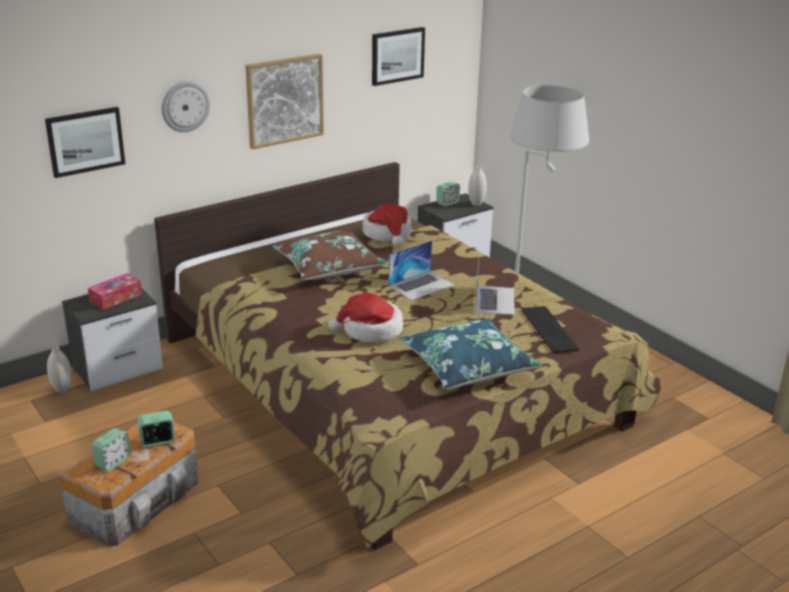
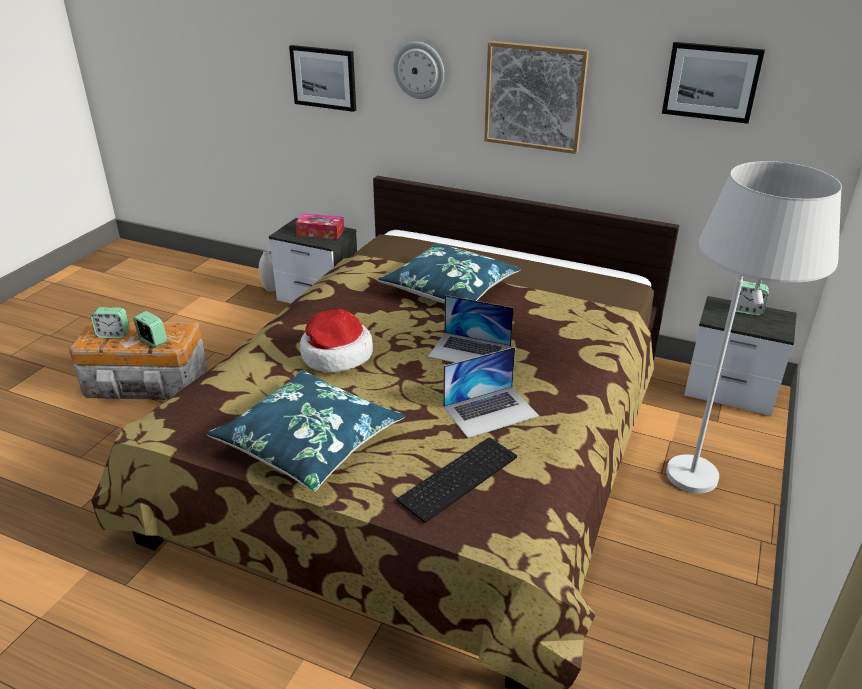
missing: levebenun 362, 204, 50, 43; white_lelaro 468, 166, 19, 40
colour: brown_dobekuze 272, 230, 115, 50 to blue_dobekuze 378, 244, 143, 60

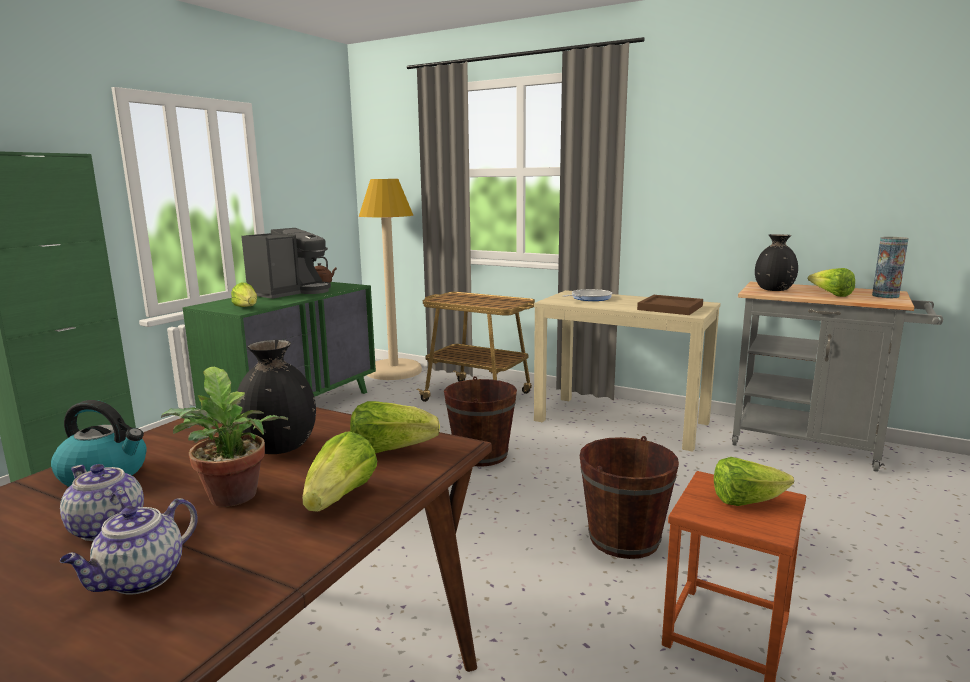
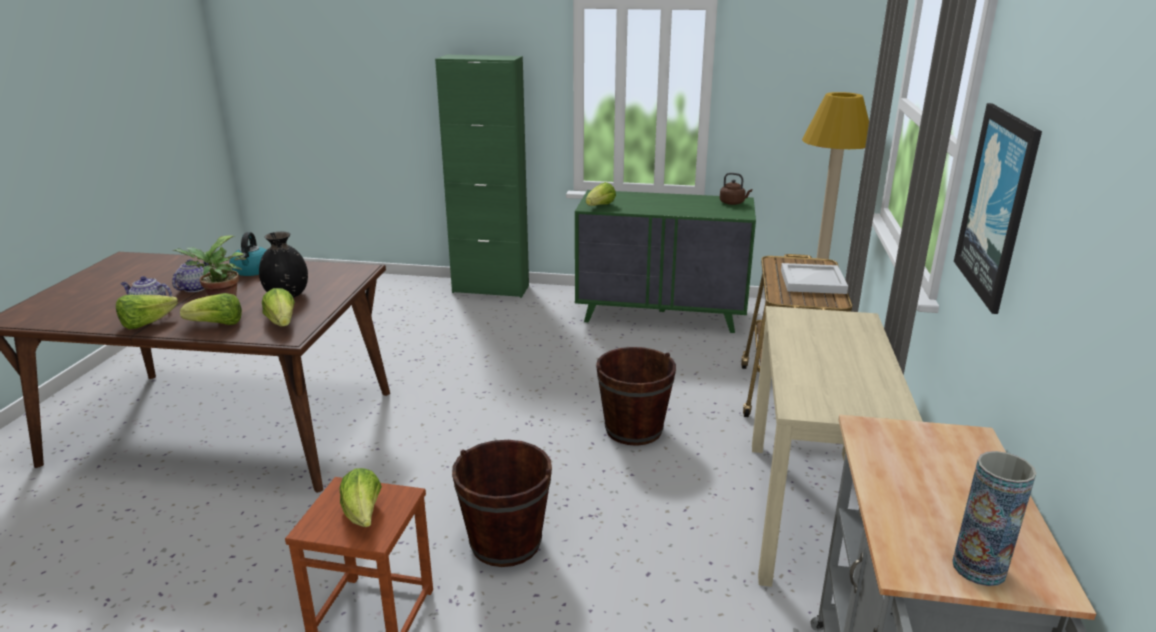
missing: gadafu 241, 228, 90, 71; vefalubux 563, 289, 49, 12; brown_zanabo 637, 295, 66, 20; black_lelaro 755, 234, 43, 57
appeared: white_zanabo 781, 263, 67, 31; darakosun 954, 103, 88, 211
relocated: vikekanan 808, 268, 47, 29 to 116, 295, 62, 34

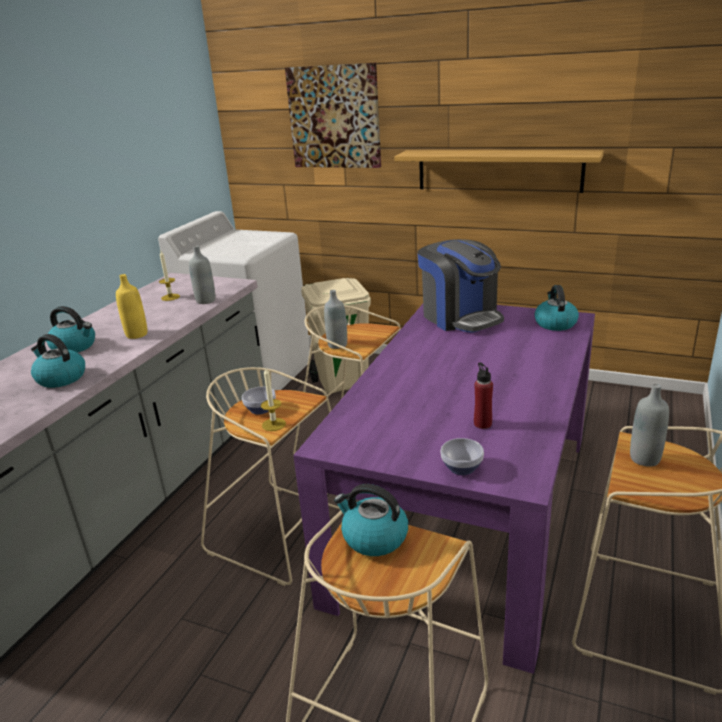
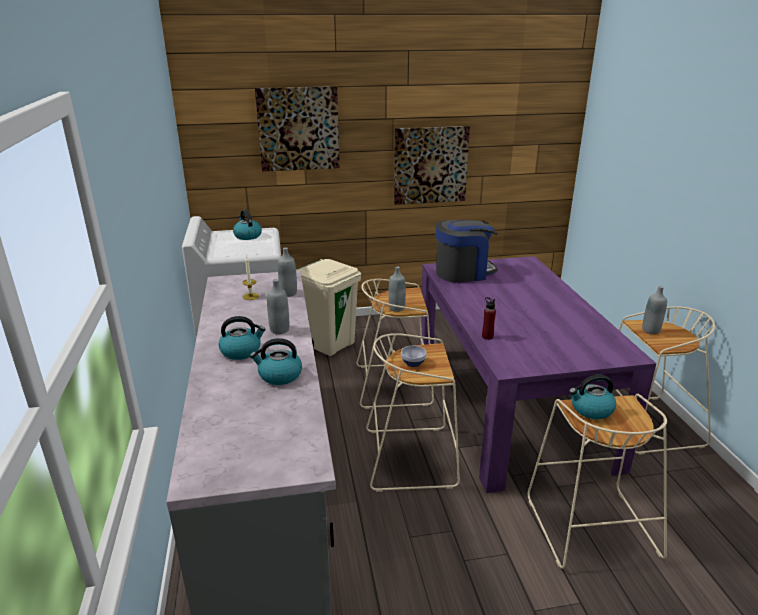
missing: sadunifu 261, 368, 25, 63; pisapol 441, 438, 43, 37
relocated: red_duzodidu 474, 362, 19, 67 to 482, 297, 14, 43; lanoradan 535, 285, 44, 46 to 233, 210, 29, 30
exchanged: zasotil 394, 150, 210, 43 to darakosun 394, 126, 76, 79
colour: yellow_duzodidu 116, 274, 31, 65 to grey_duzodidu 267, 279, 22, 55
spun: gadafu 417, 239, 87, 94 = 436, 220, 62, 63 45 degrees counterclockwise

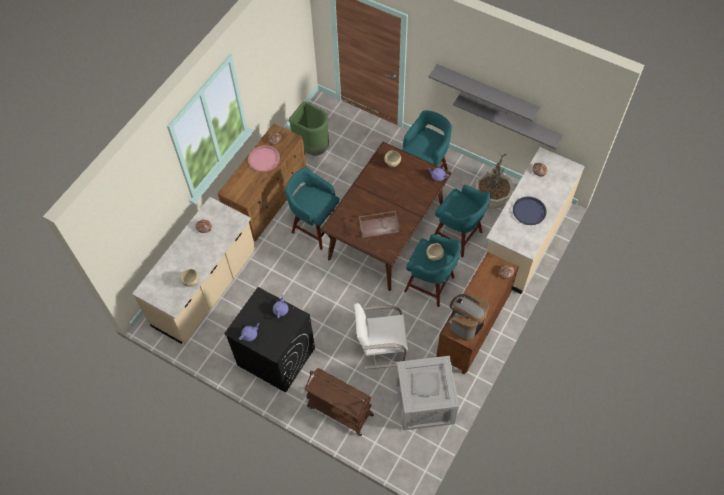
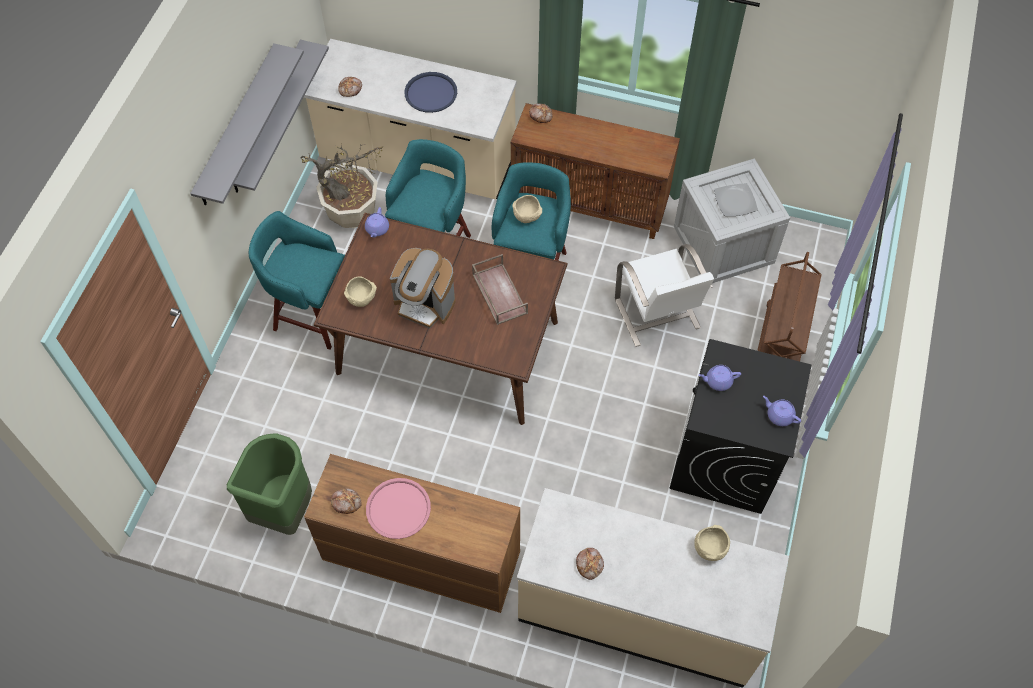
missing: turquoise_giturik 285, 167, 55, 83
relocated: gadafu 448, 294, 41, 47 to 390, 248, 65, 80

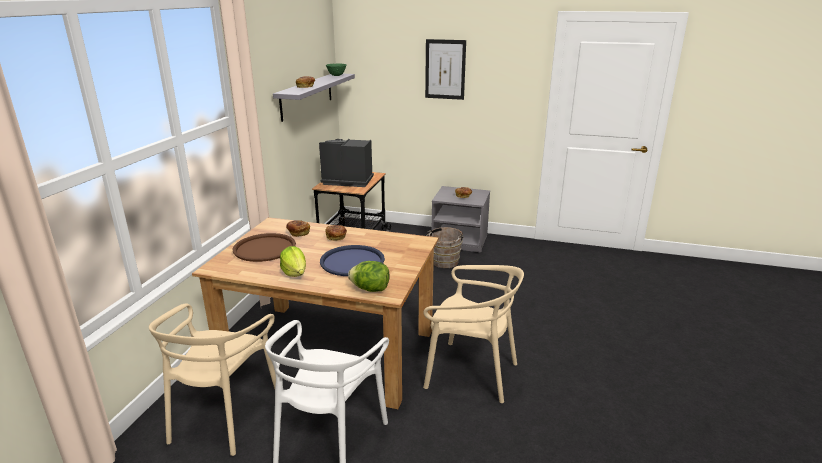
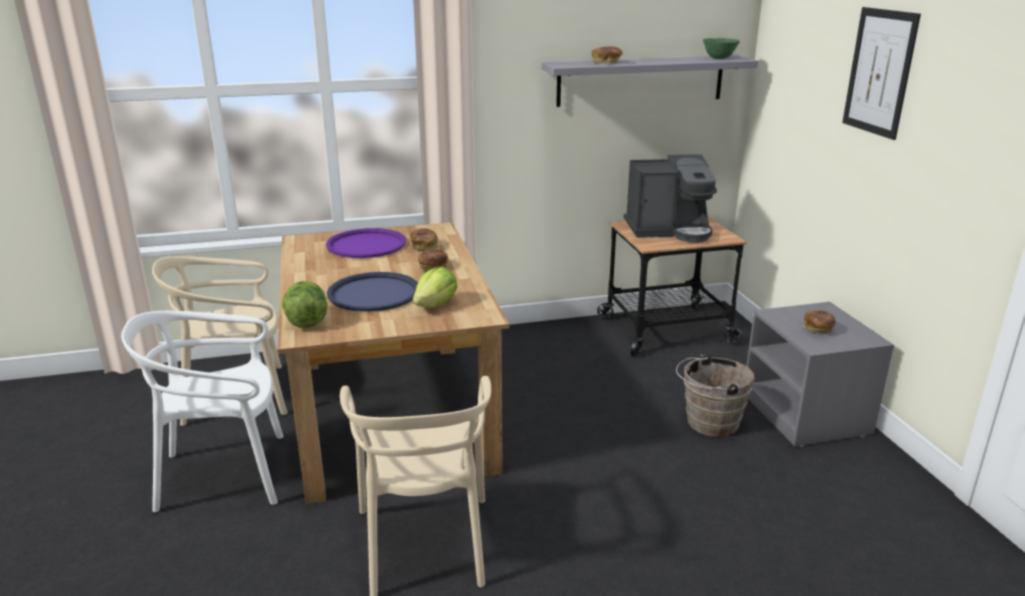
relocated: vikekanan 280, 246, 26, 31 to 413, 267, 44, 41
colour: brown_zanabo 233, 233, 63, 29 to purple_zanabo 326, 228, 80, 30
spun: gadafu 319, 139, 55, 48 = 624, 154, 93, 89 105 degrees clockwise

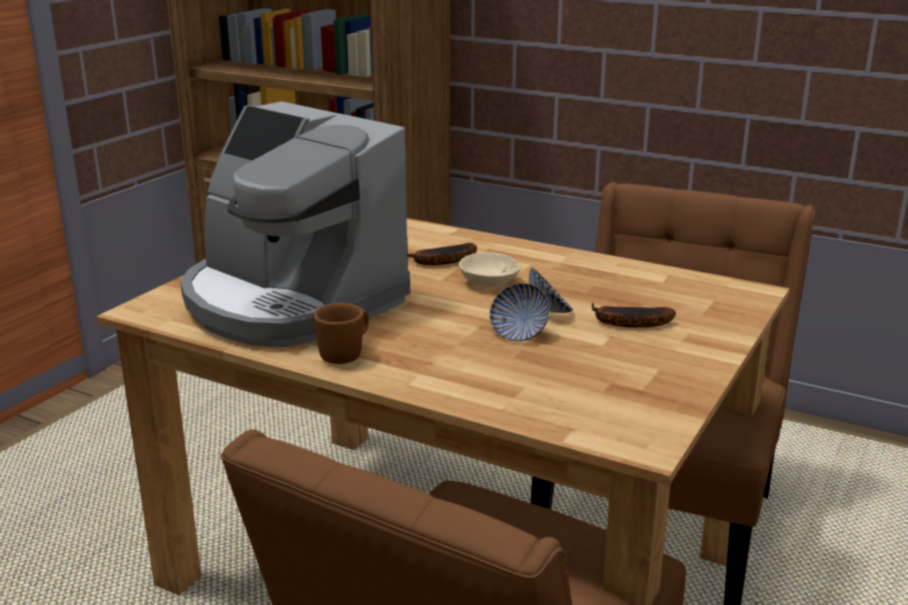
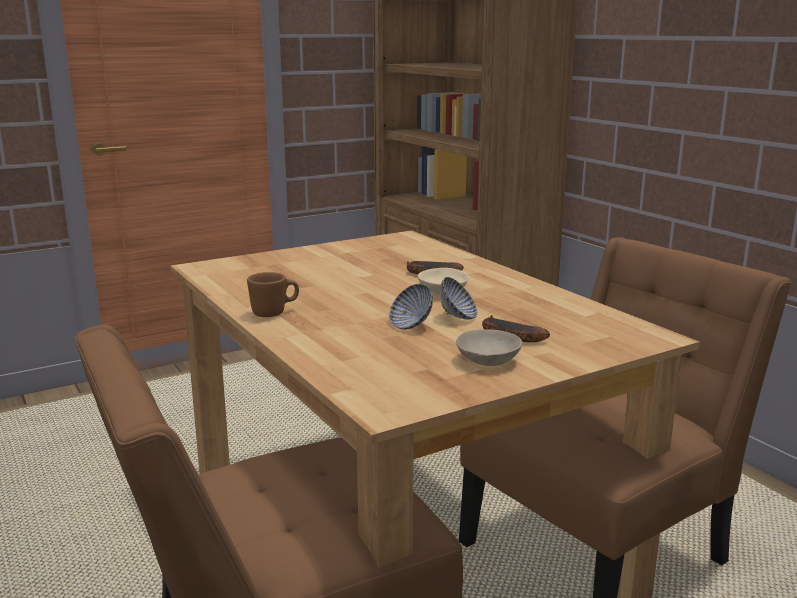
missing: gadafu 180, 101, 230, 246
appeared: beige_pisapol 456, 329, 66, 37

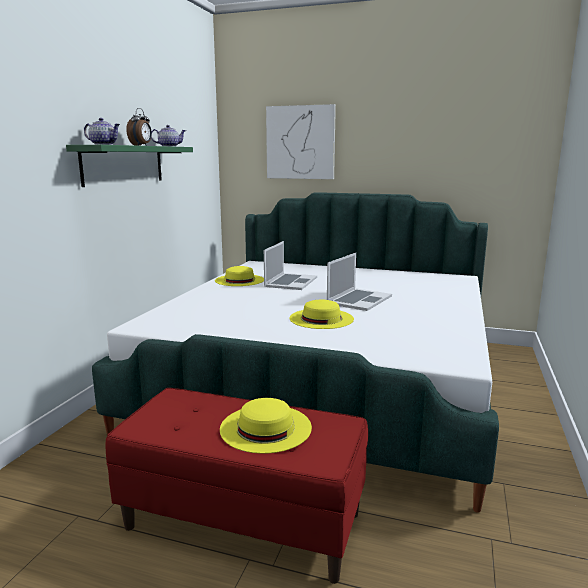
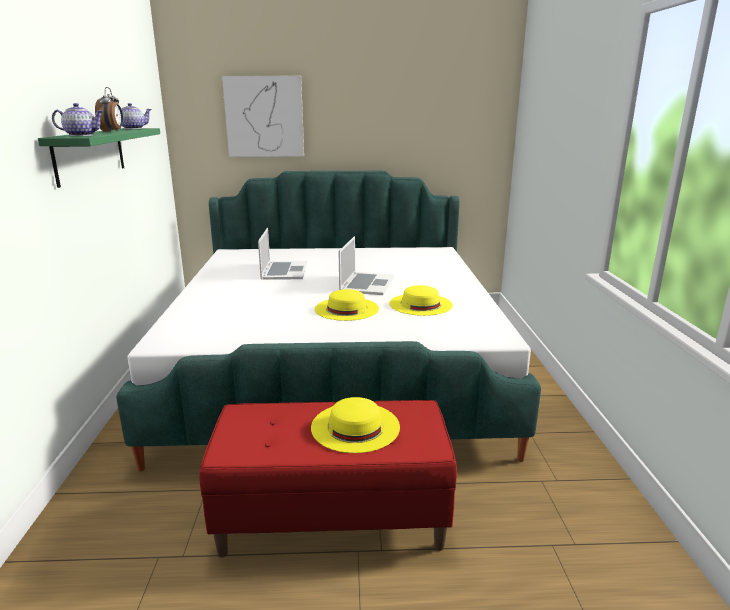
relocated: yellow_levebenun 215, 266, 49, 20 to 389, 285, 64, 31

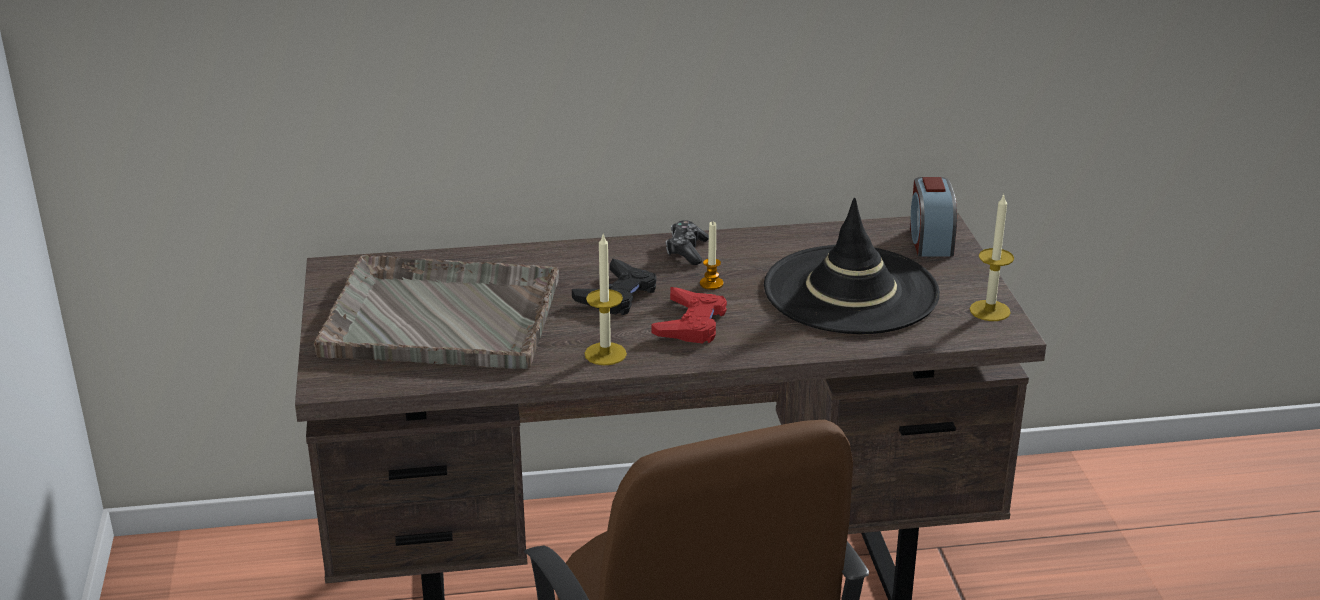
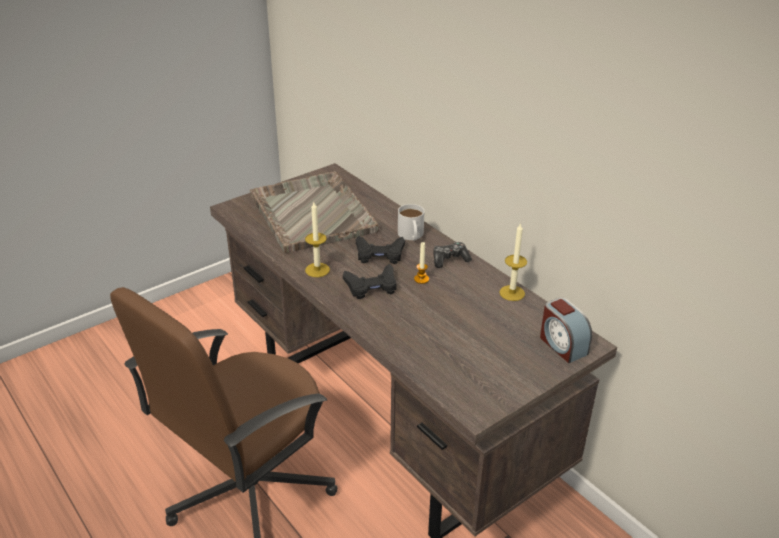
missing: black_levebenun 764, 198, 176, 136
appeared: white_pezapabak 398, 204, 26, 36
relocated: sadunifu 970, 195, 44, 126 to 499, 223, 28, 78
colour: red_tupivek 651, 287, 76, 56 to black_tupivek 343, 264, 54, 35
spun: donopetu 910, 177, 47, 80 = 540, 298, 52, 65 90 degrees counterclockwise

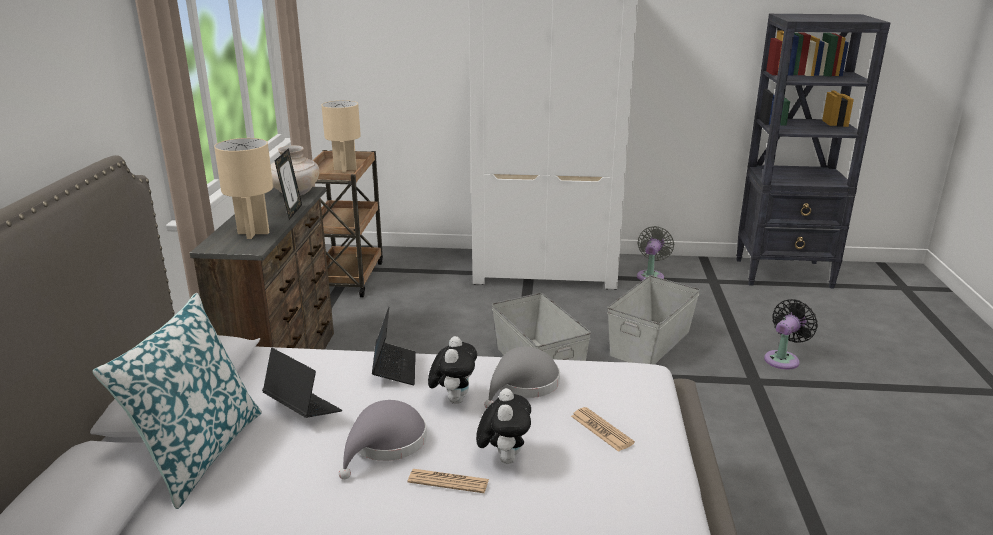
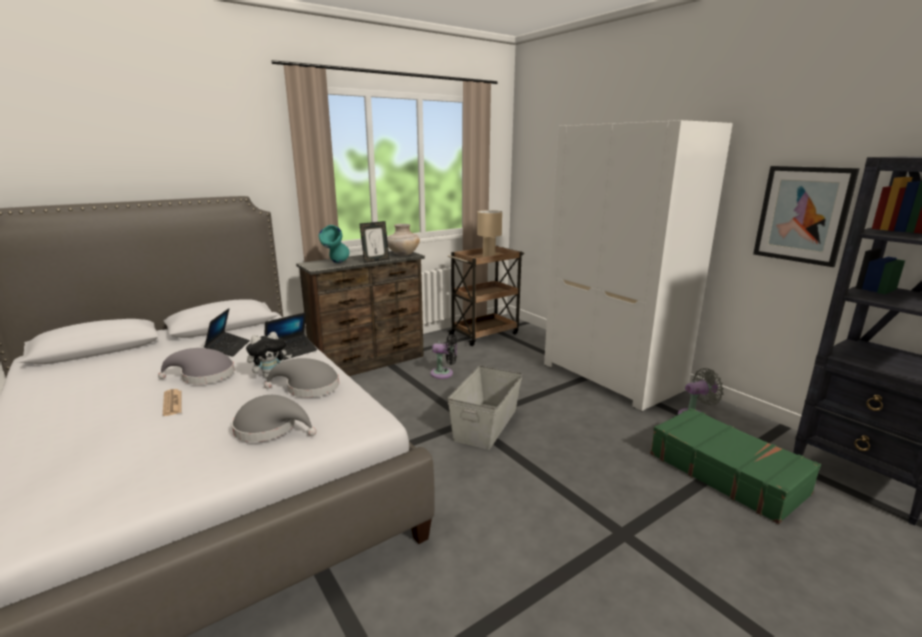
missing: dobekuze 93, 293, 169, 216; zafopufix 476, 388, 55, 76; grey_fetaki 607, 276, 93, 89
appeared: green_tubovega 650, 408, 171, 116; darakosun 753, 166, 107, 101
relocated: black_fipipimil 764, 299, 54, 71 to 430, 334, 27, 45
exchanged: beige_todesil 214, 138, 59, 101 to turquoise_lelaro 319, 225, 31, 38; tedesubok 571, 407, 64, 45 to grey_levebenun 232, 395, 85, 47

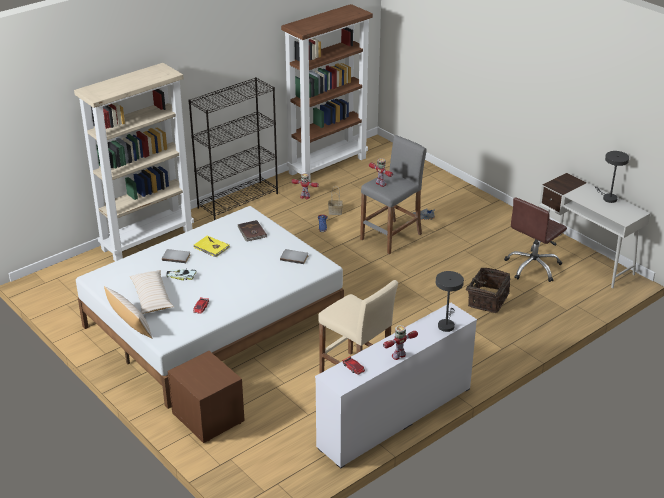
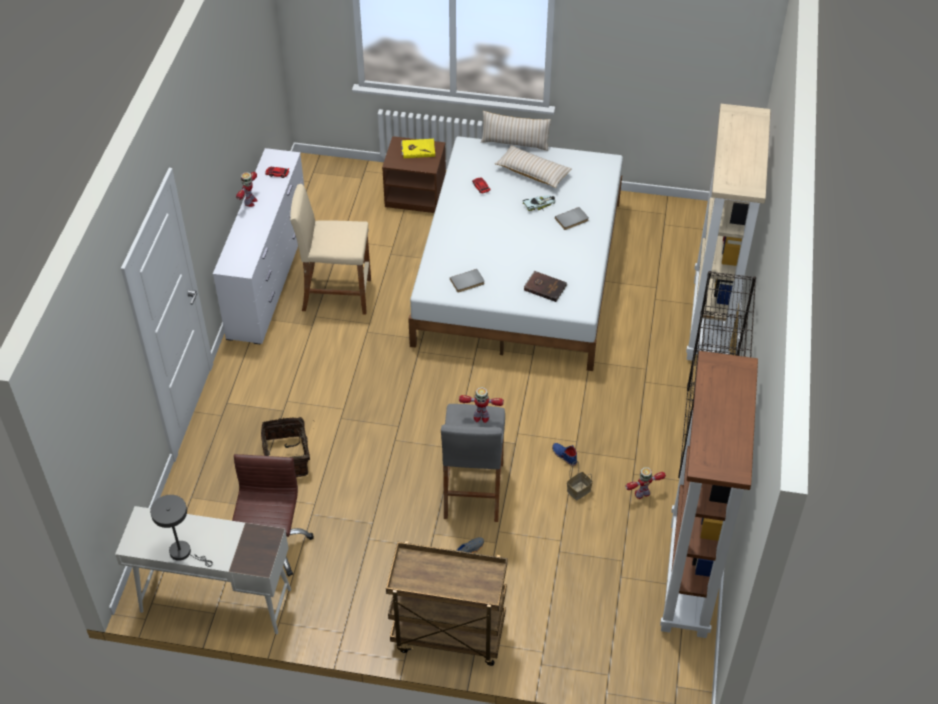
missing: grey_todesil 436, 271, 28, 61
appeared: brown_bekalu 386, 541, 122, 125
relocated: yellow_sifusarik 193, 236, 37, 21 to 401, 139, 34, 19

